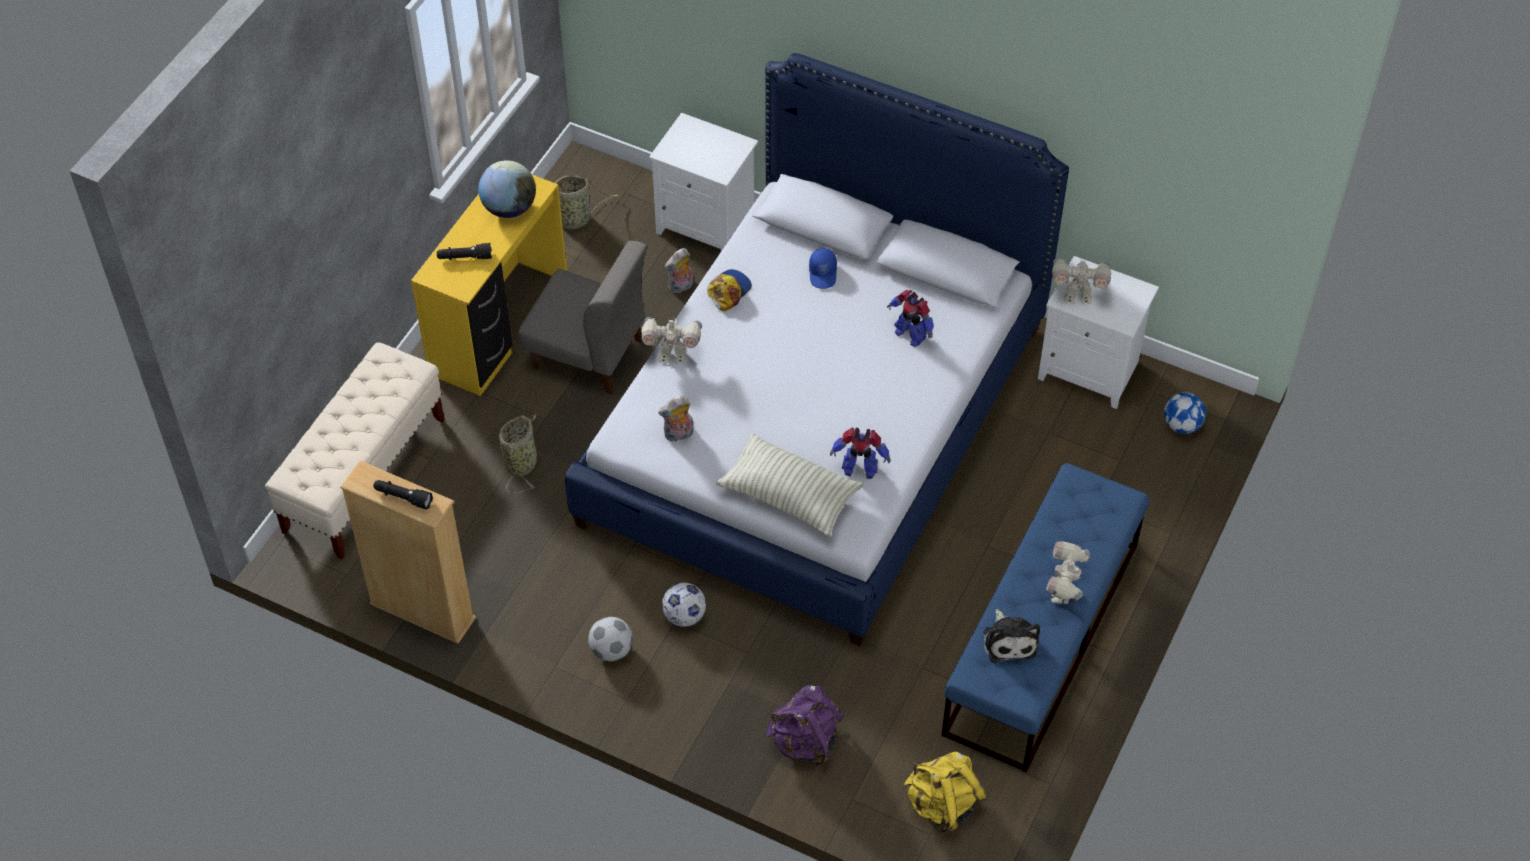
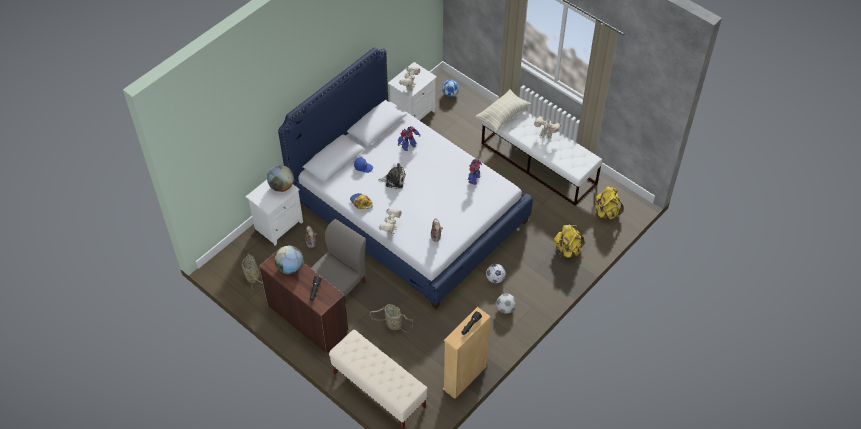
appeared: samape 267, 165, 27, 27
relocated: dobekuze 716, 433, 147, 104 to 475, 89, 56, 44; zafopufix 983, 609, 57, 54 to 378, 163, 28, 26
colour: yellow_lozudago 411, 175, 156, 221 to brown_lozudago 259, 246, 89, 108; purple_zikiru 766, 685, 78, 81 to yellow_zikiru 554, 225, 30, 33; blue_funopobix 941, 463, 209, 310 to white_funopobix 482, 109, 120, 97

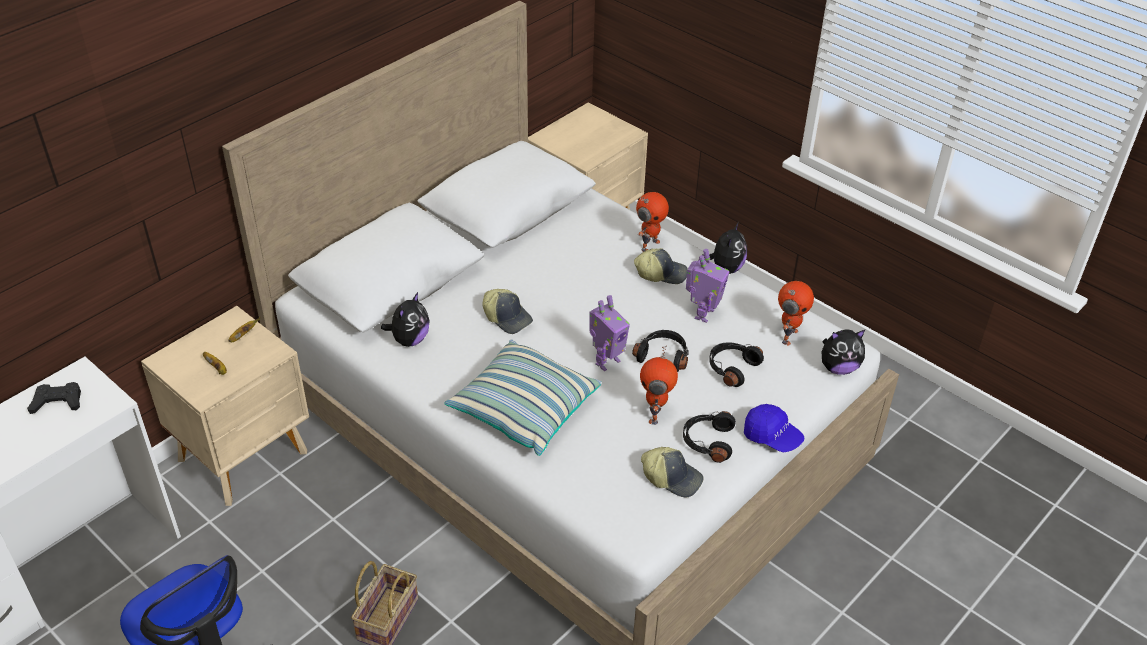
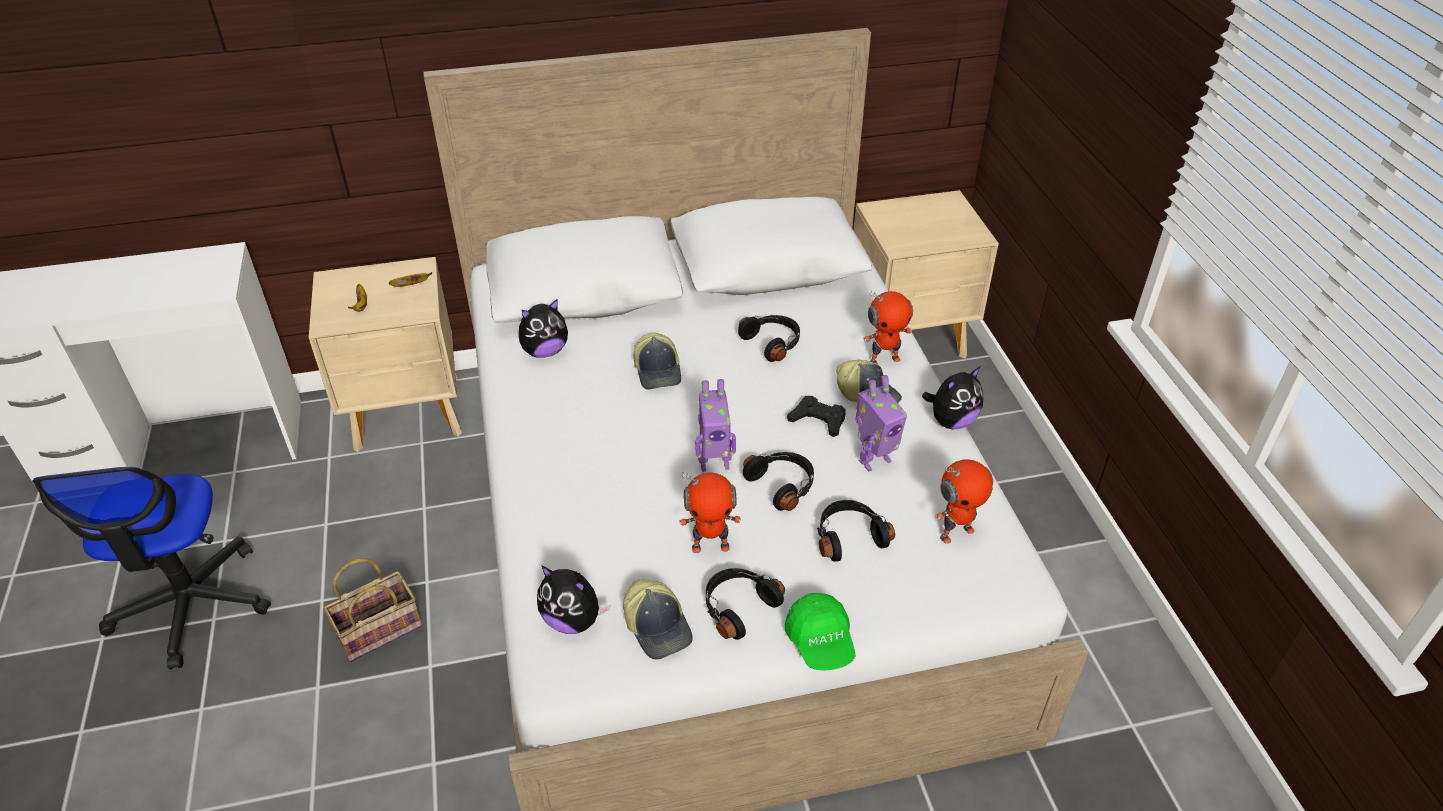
missing: dobekuze 444, 339, 157, 117
appeared: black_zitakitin 738, 315, 62, 47
relocated: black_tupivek 27, 382, 54, 32 to 787, 396, 59, 41; zafopufix 821, 330, 44, 45 to 537, 565, 73, 69
colour: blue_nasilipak 744, 404, 60, 48 to green_nasilipak 785, 593, 70, 78
spun: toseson 640, 346, 38, 79 = 679, 472, 62, 81 135 degrees counterclockwise

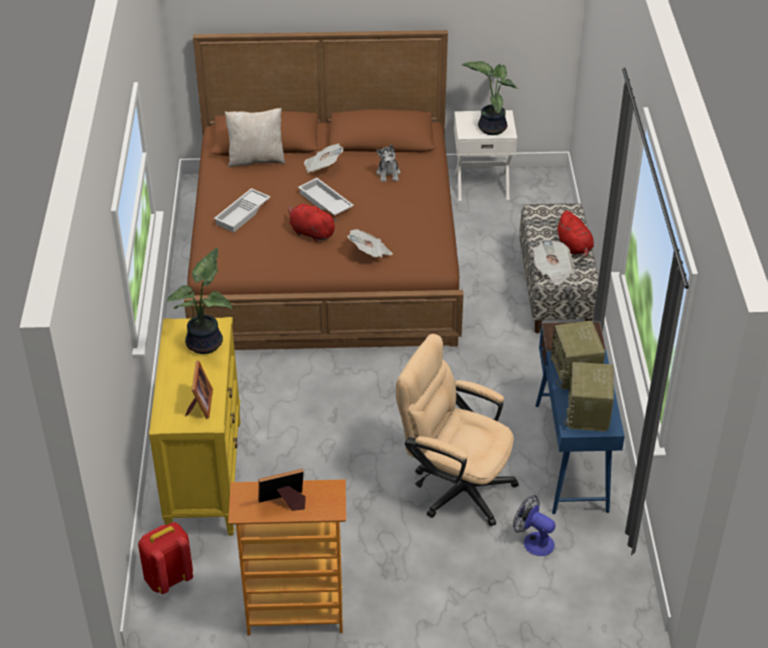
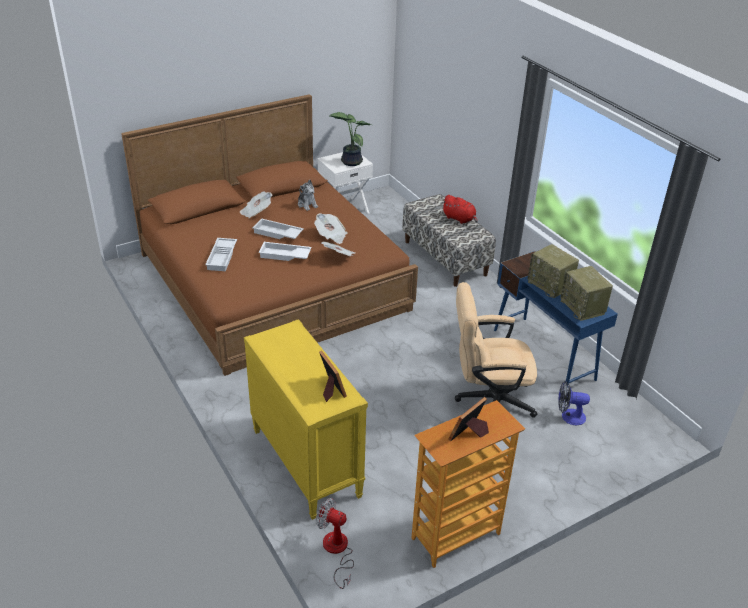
missing: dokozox 167, 248, 66, 106; beige_dobekuze 225, 108, 60, 59
relocated: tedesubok 534, 238, 41, 47 to 314, 213, 33, 31
exchanged: red_zikiru 138, 522, 55, 72 to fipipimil 316, 498, 38, 91; red_zafopufix 289, 203, 48, 39 to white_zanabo 259, 242, 53, 19

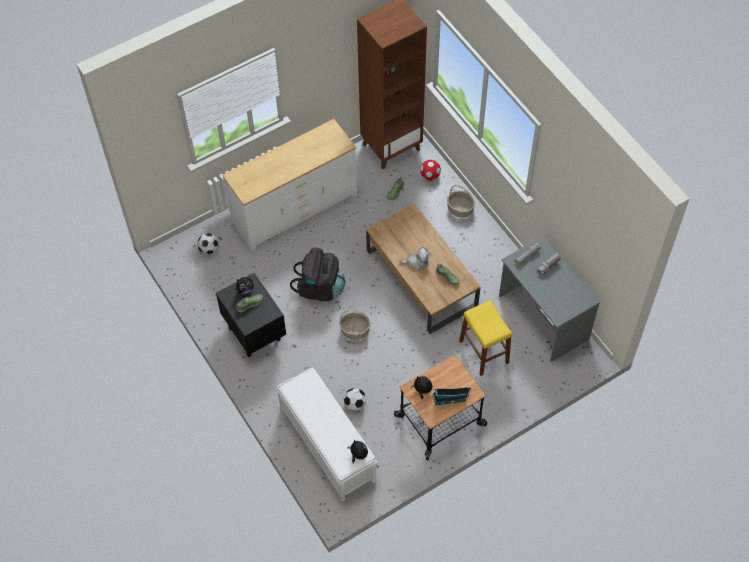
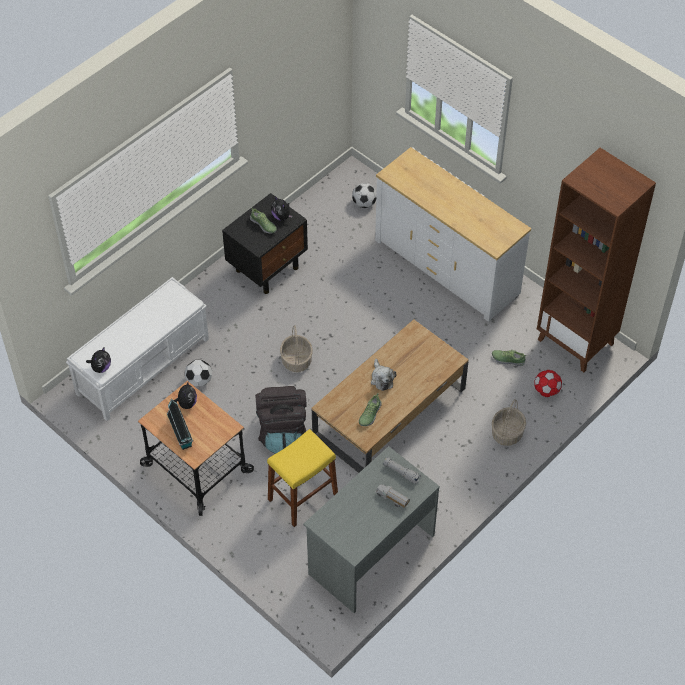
relocated: black_zikiru 290, 248, 55, 53 to 255, 386, 52, 68

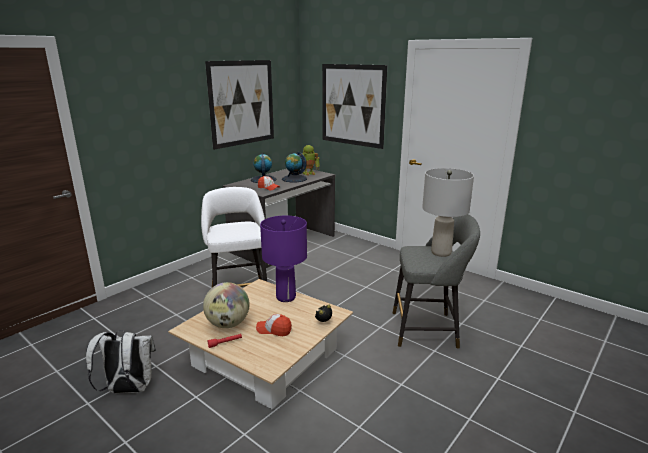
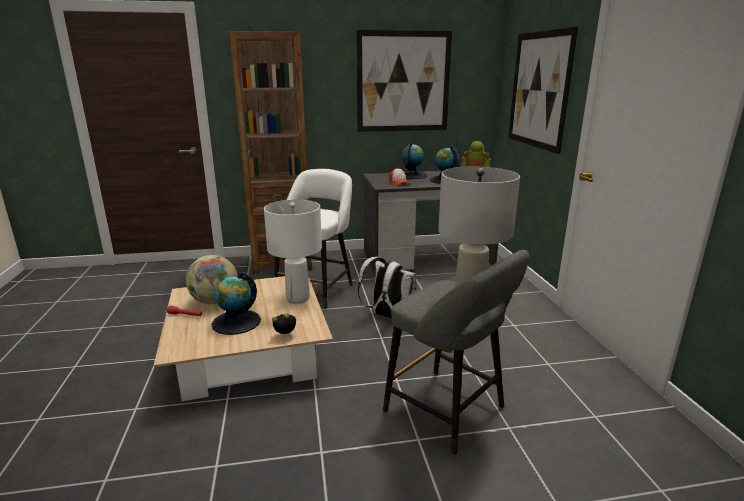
appeared: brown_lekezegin 230, 31, 82, 243
relocated: white_zikiru 86, 330, 70, 63 to 358, 257, 59, 62
exchanged: nasilipak 256, 314, 36, 22 to samape 211, 272, 50, 63
colour: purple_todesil 260, 215, 47, 87 to white_todesil 264, 200, 58, 104

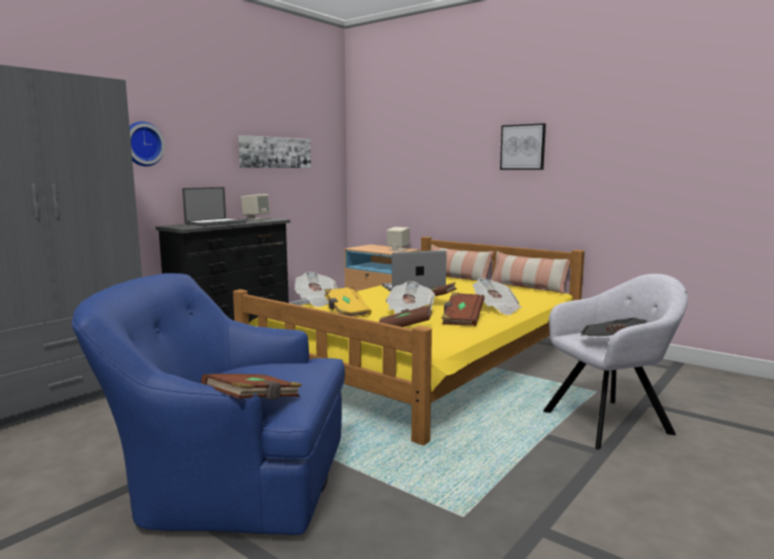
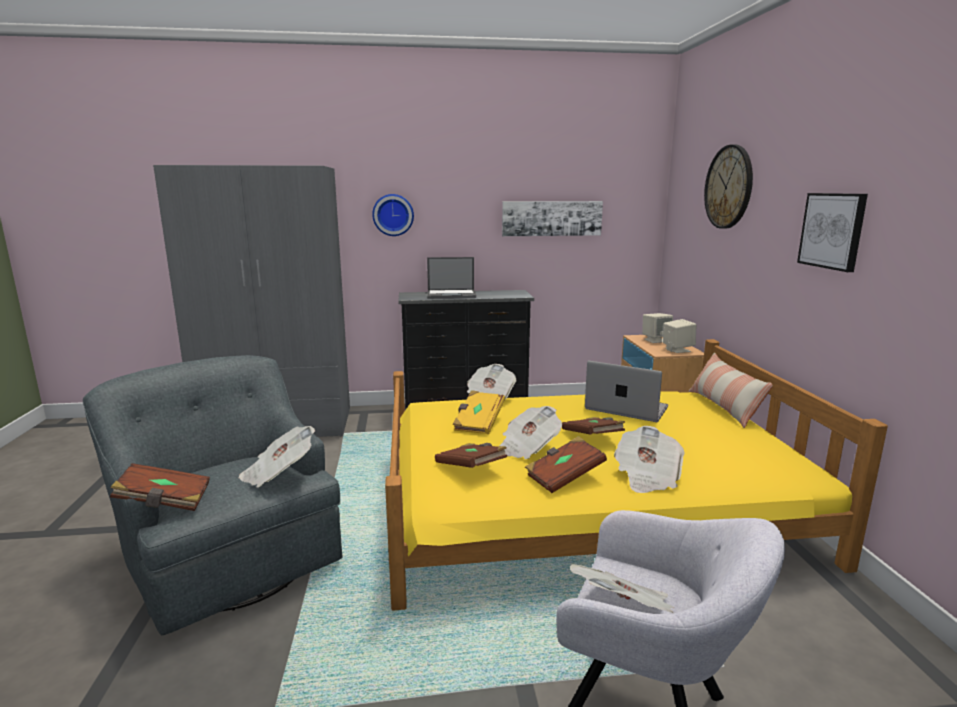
missing: dobekuze 491, 251, 79, 43
appeared: tedesubok 239, 426, 76, 62; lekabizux 704, 145, 49, 84
relocated: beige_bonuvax 241, 194, 29, 26 to 642, 313, 31, 30
colour: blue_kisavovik 72, 273, 273, 262 to grey_kisavovik 83, 355, 259, 280

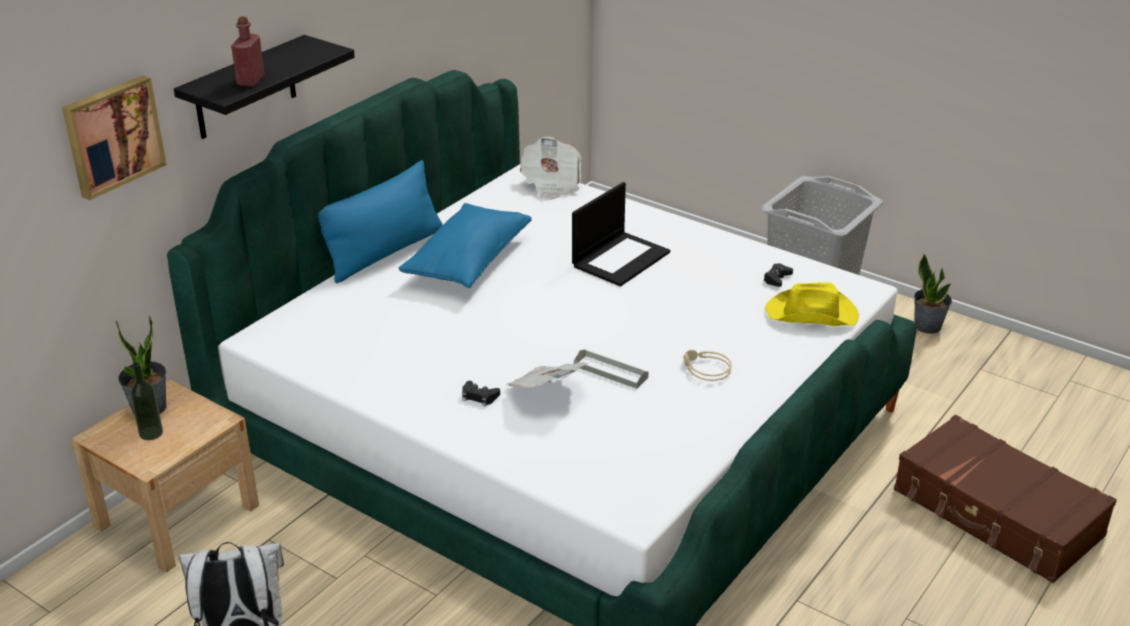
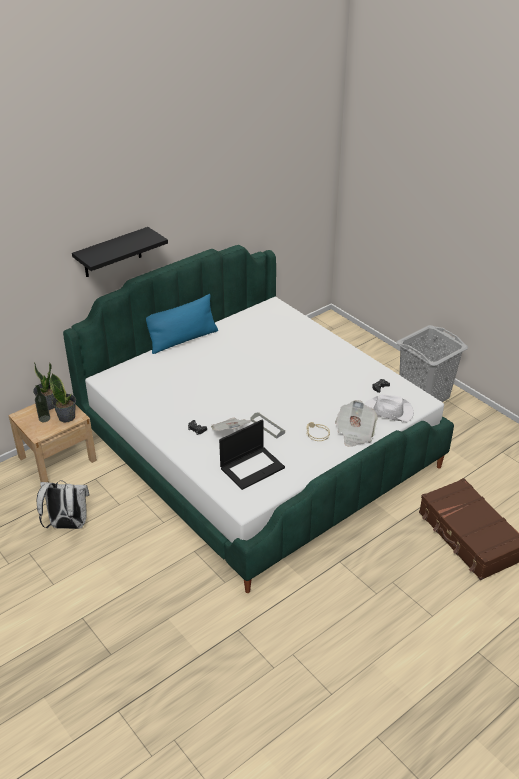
missing: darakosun 62, 75, 105, 125; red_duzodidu 231, 16, 34, 71; blue_dobekuze 398, 203, 134, 85
relocated: tedesubok 519, 137, 62, 64 to 335, 400, 43, 47; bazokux 572, 182, 98, 104 to 219, 420, 66, 70; dokozox 914, 254, 38, 80 to 50, 373, 26, 49
colour: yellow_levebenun 765, 282, 94, 44 to white_levebenun 365, 394, 49, 28

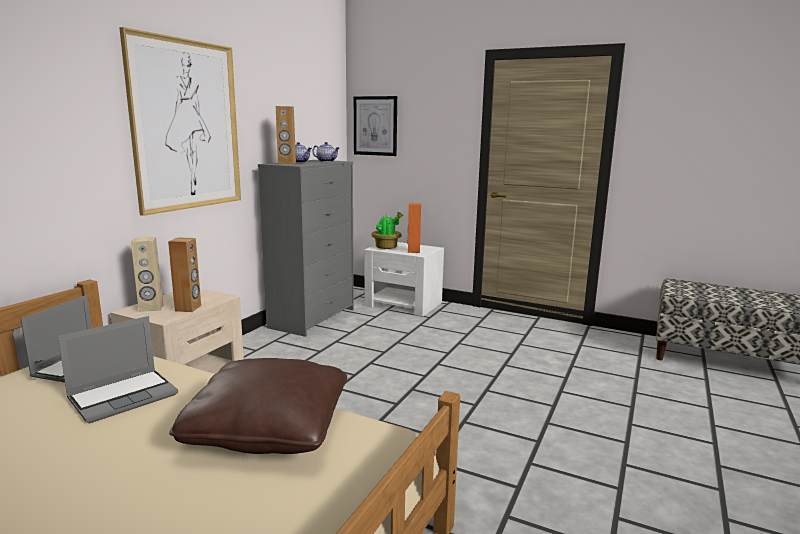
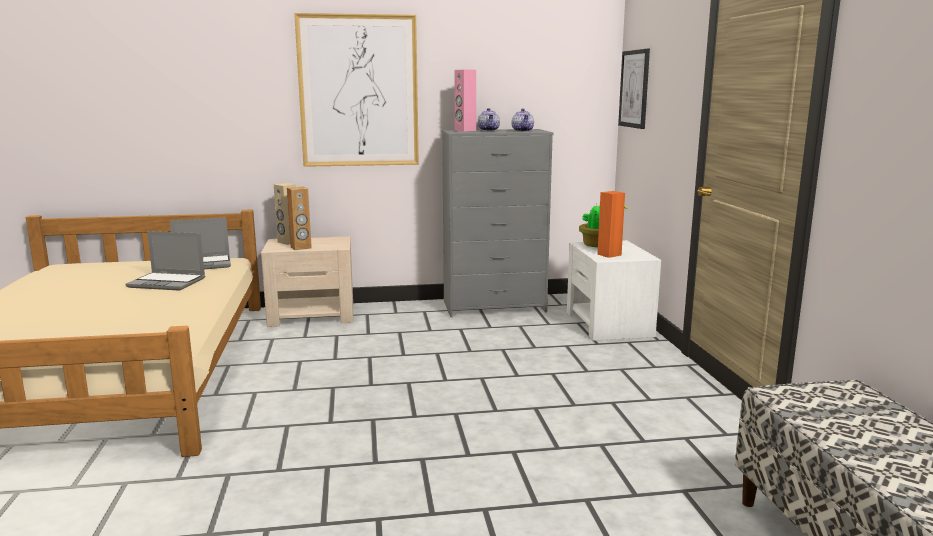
missing: brown_dobekuze 169, 358, 178, 96
colour: brown_bonuvax 276, 106, 20, 58 to pink_bonuvax 455, 70, 21, 62

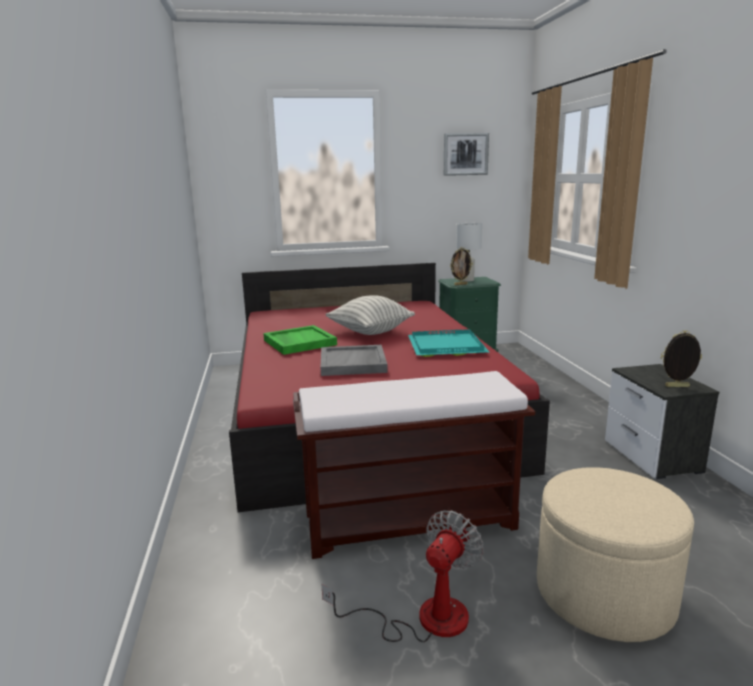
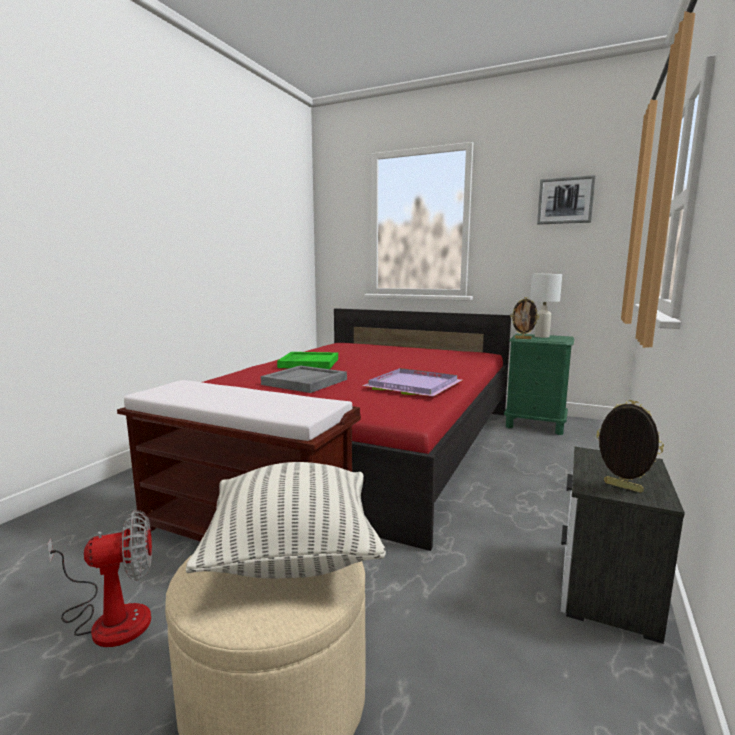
relocated: dobekuze 325, 295, 90, 40 to 186, 462, 200, 116
colour: turquoise_zanabo 408, 329, 81, 28 to purple_zanabo 362, 368, 100, 28

